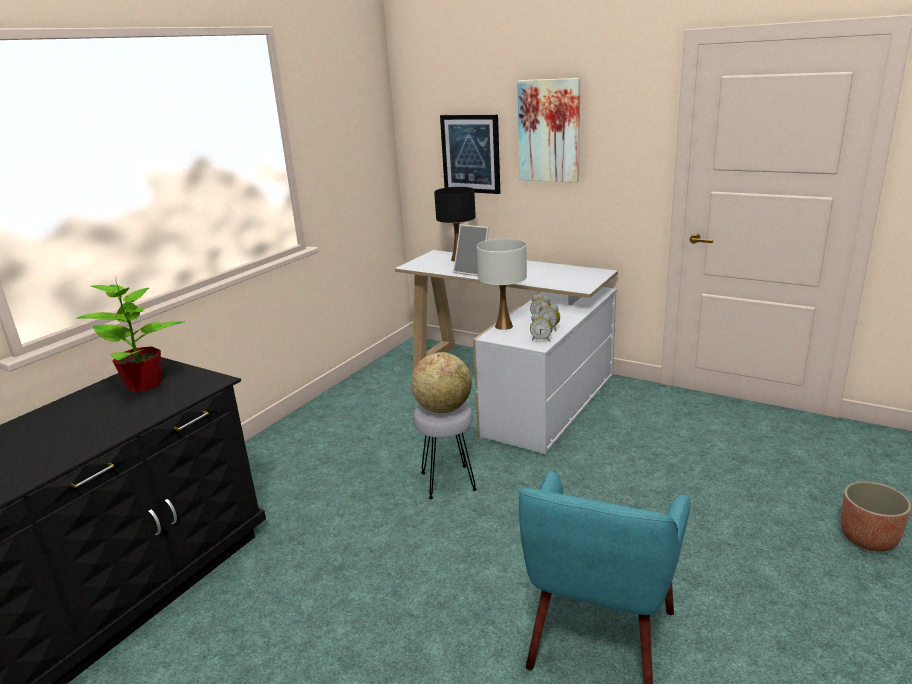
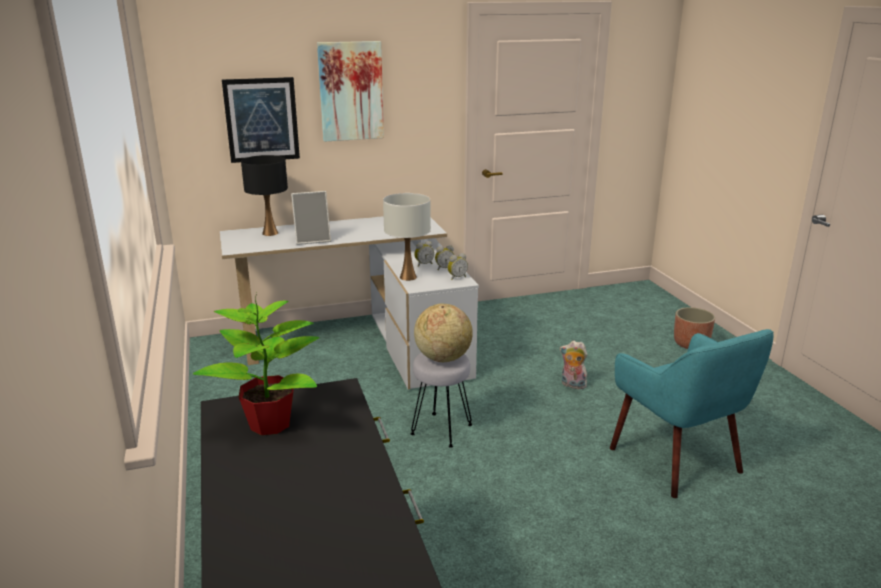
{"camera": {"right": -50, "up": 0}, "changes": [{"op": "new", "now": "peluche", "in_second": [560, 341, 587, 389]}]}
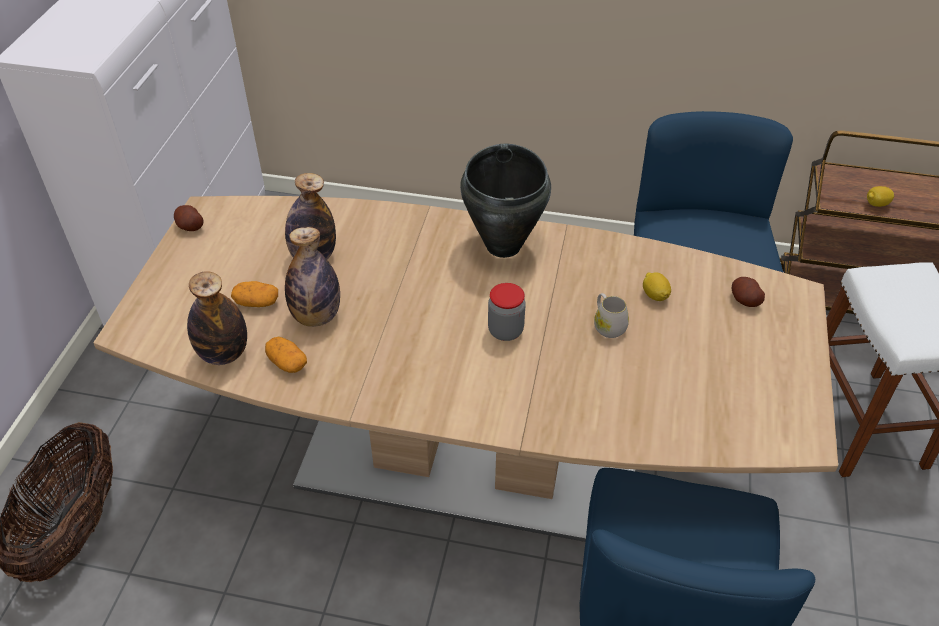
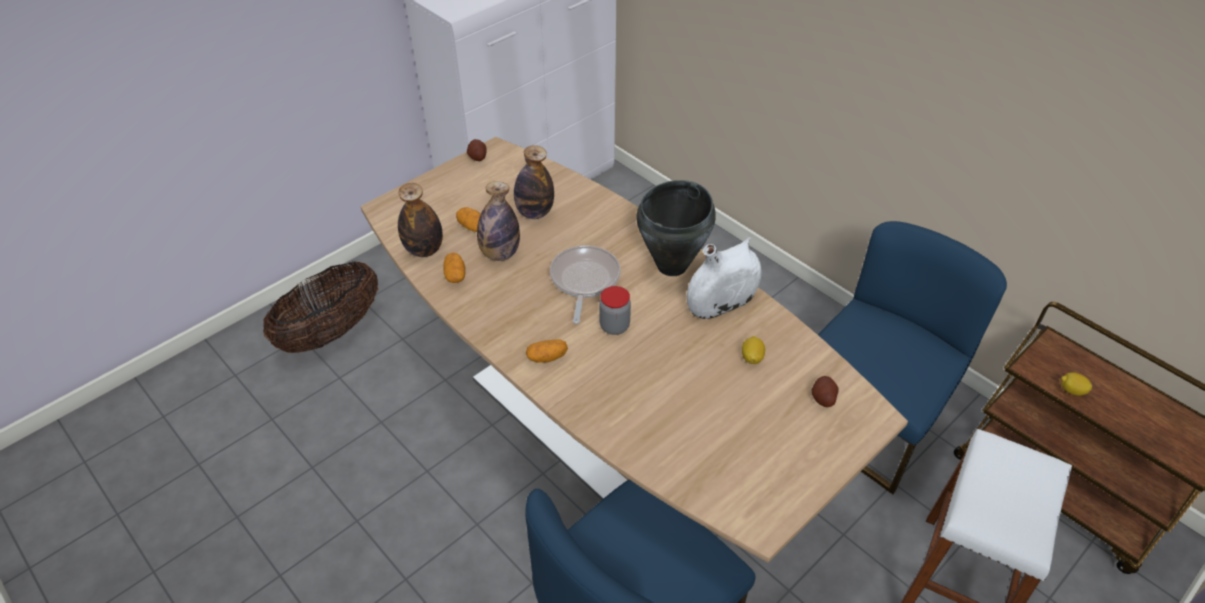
{"camera": {"right": 35, "up": 0}, "changes": [{"op": "gone", "was": "taza grande [blanco]", "in_first": [594, 293, 629, 338]}, {"op": "new", "now": "patata", "in_second": [526, 339, 568, 363]}, {"op": "new", "now": "sartén", "in_second": [550, 245, 620, 324]}, {"op": "new", "now": "florero [blanco]", "in_second": [687, 237, 761, 319]}]}
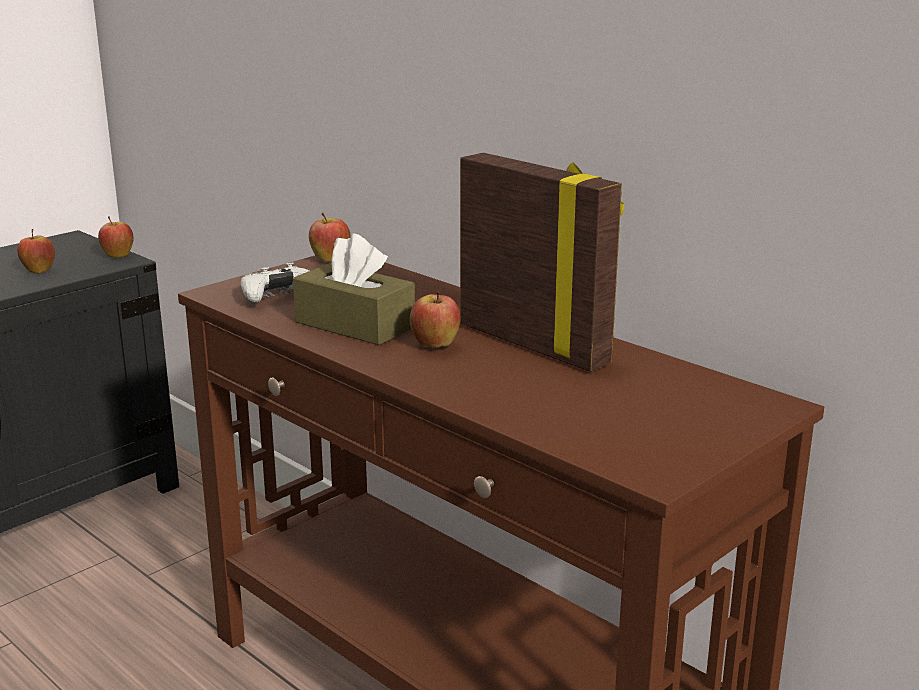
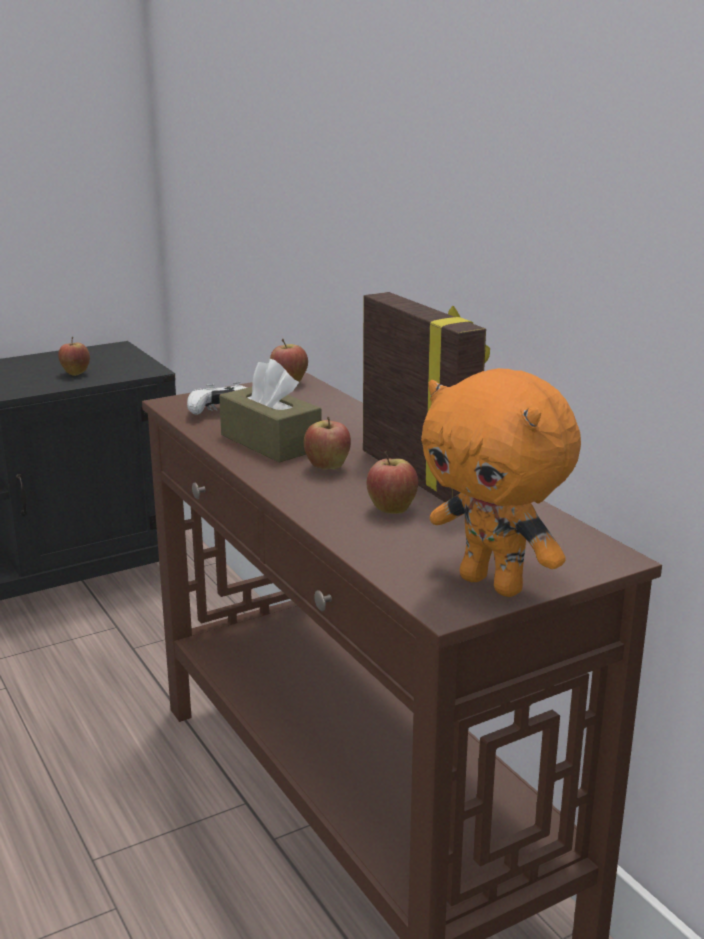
{"camera": {"right": 15, "up": 0}, "changes": [{"op": "new", "now": "peluche [naranja]", "in_second": [421, 368, 581, 597]}, {"op": "shifted", "was": "manzana", "in_first": [98, 216, 134, 258], "in_second": [367, 451, 418, 514]}]}
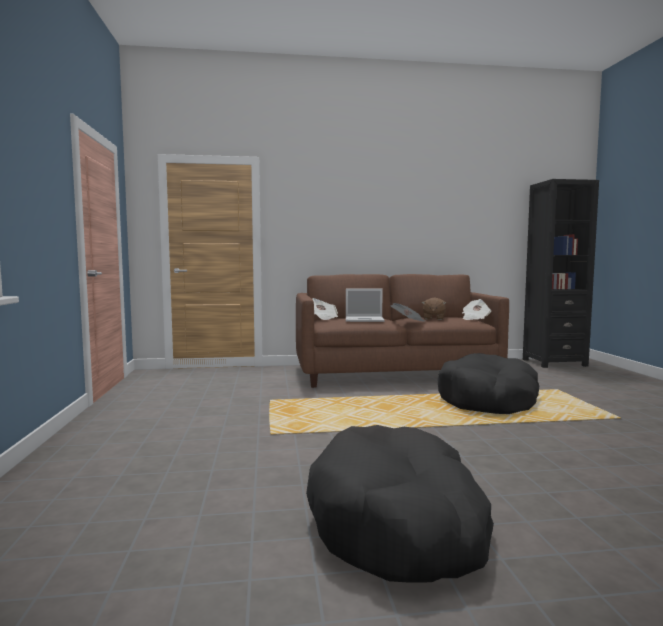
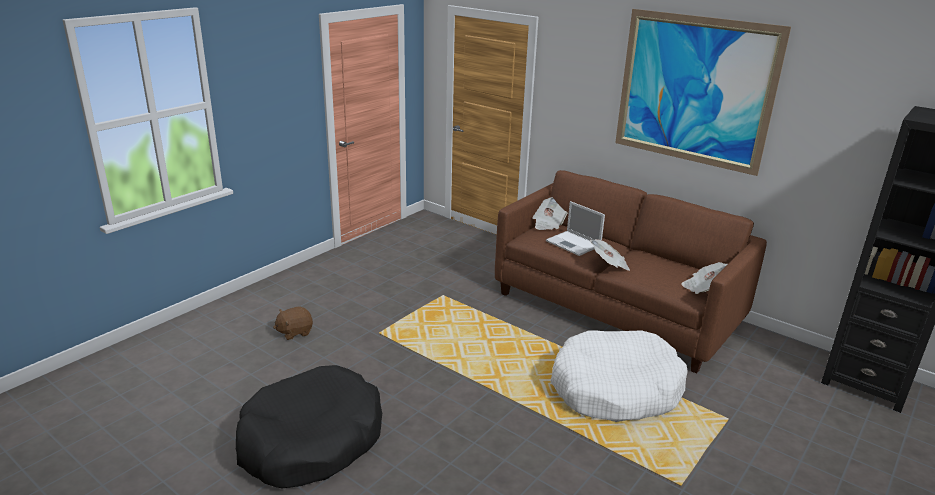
{"camera": {"right": 45, "up": 20}, "changes": [{"op": "new", "now": "cuadro", "in_second": [615, 9, 791, 176]}, {"op": "shifted", "was": "peluche [marrón]", "in_first": [422, 298, 446, 320], "in_second": [273, 306, 313, 340]}, {"op": "repainted", "was": "cama para perro [negro]", "now": "cama para perro [blanco]", "in_first": [437, 353, 539, 414], "in_second": [550, 330, 688, 422]}]}
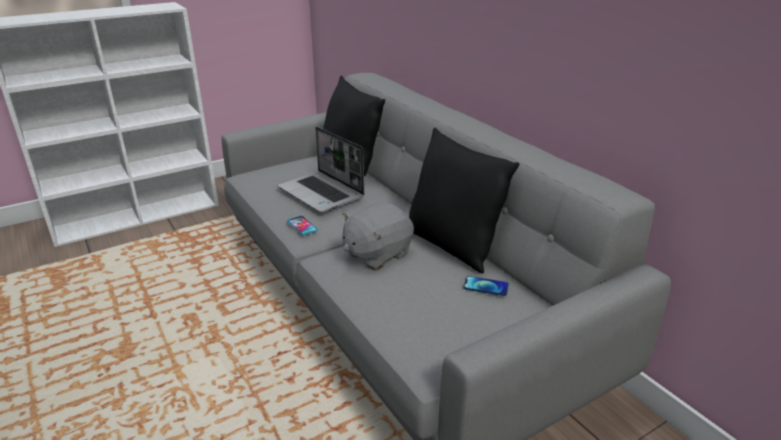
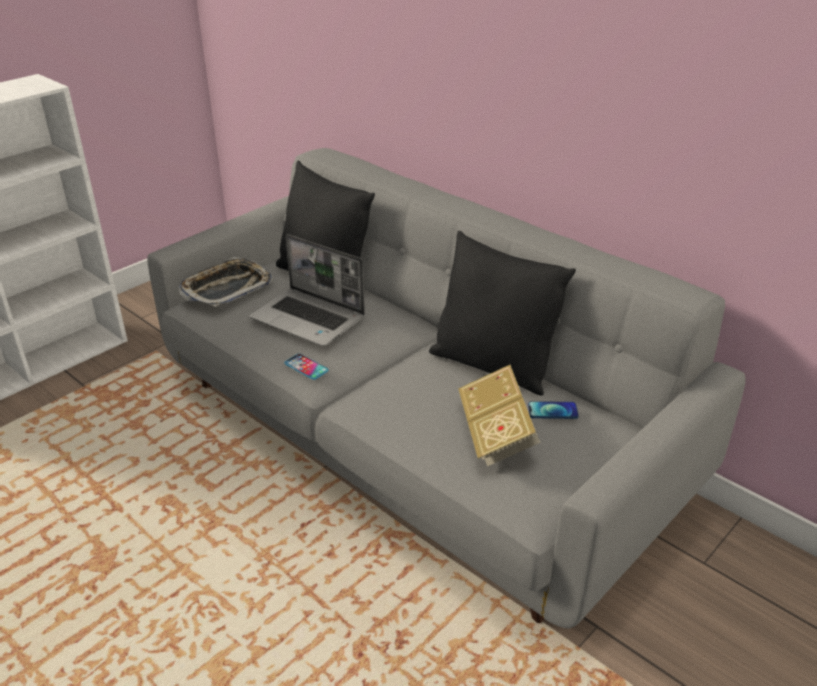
{"camera": {"right": -15, "up": 5}, "changes": [{"op": "gone", "was": "peluche [gris]", "in_first": [342, 202, 414, 270]}, {"op": "new", "now": "bandeja", "in_second": [179, 257, 273, 307]}, {"op": "new", "now": "libro", "in_second": [459, 365, 541, 466]}]}
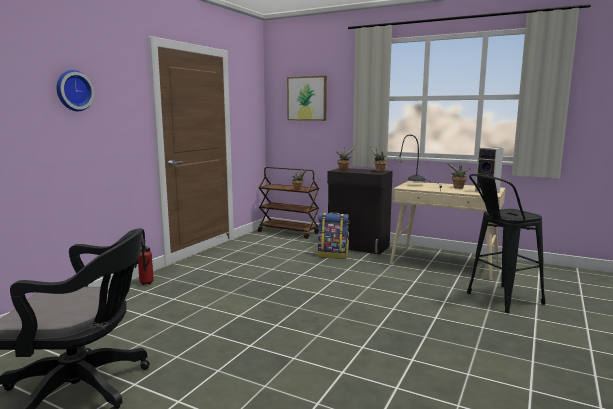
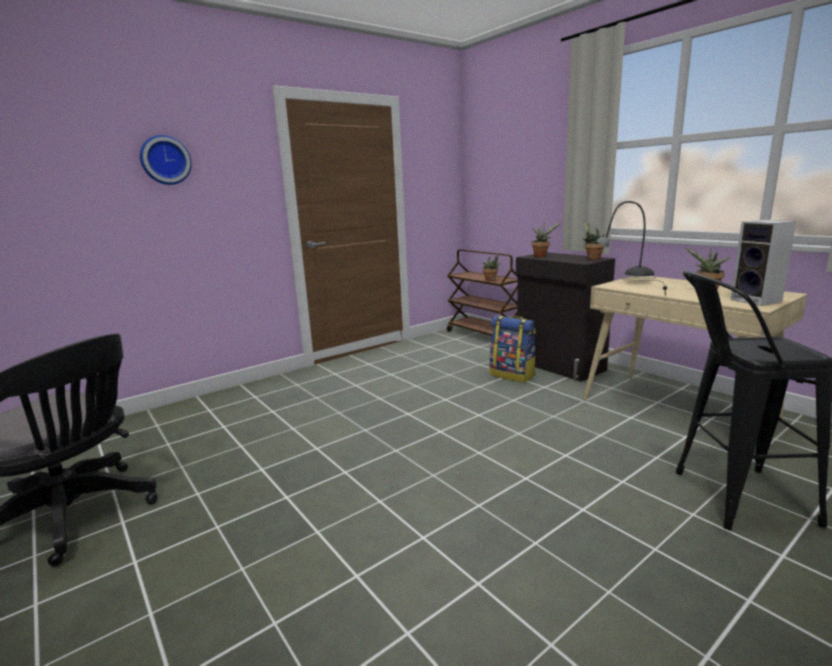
{"camera": {"right": 25, "up": 5}, "changes": [{"op": "gone", "was": "extintor", "in_first": [135, 229, 154, 285]}, {"op": "gone", "was": "cuadro", "in_first": [287, 76, 327, 121]}]}
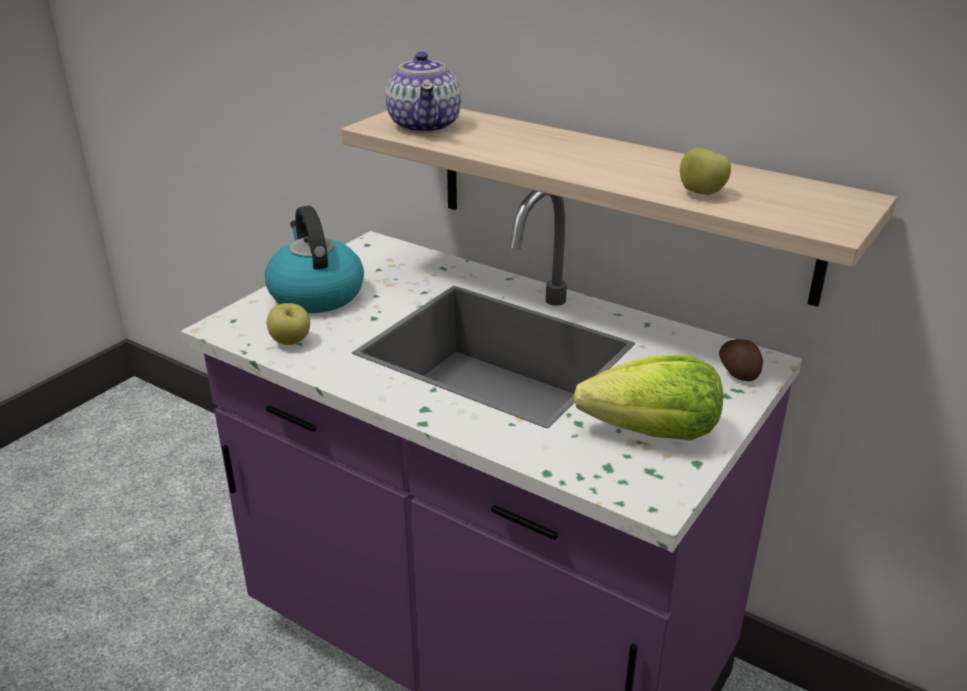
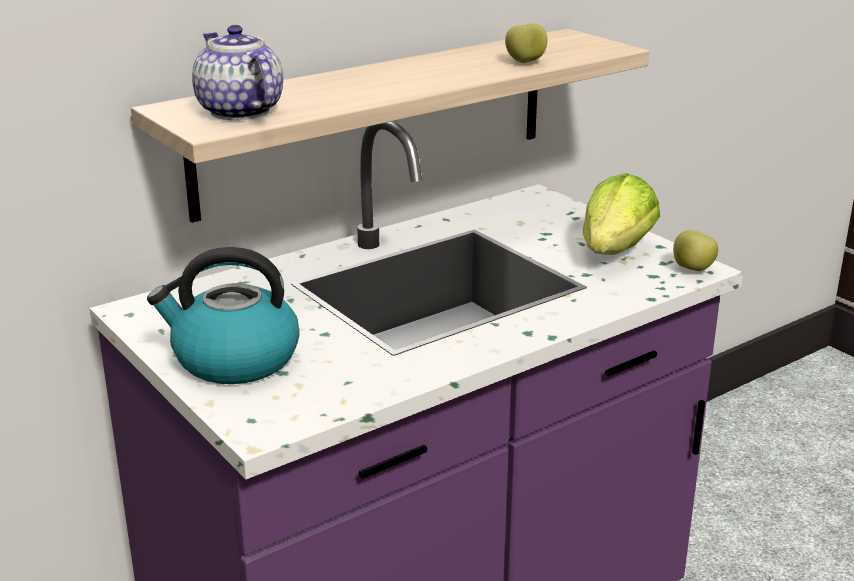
{"camera": {"right": -70, "up": -5}, "changes": [{"op": "gone", "was": "patata", "in_first": [719, 339, 763, 381]}, {"op": "shifted", "was": "manzana", "in_first": [267, 303, 310, 345], "in_second": [673, 230, 718, 271]}, {"op": "rotated", "was": "tetera", "in_first": [386, 52, 461, 134], "in_second": [192, 25, 283, 120], "clockwise": -135}]}
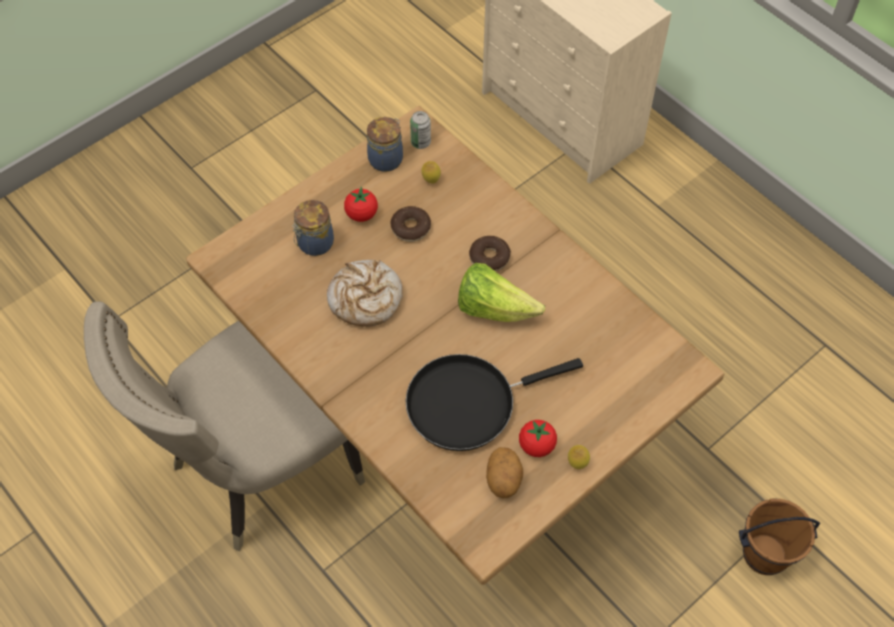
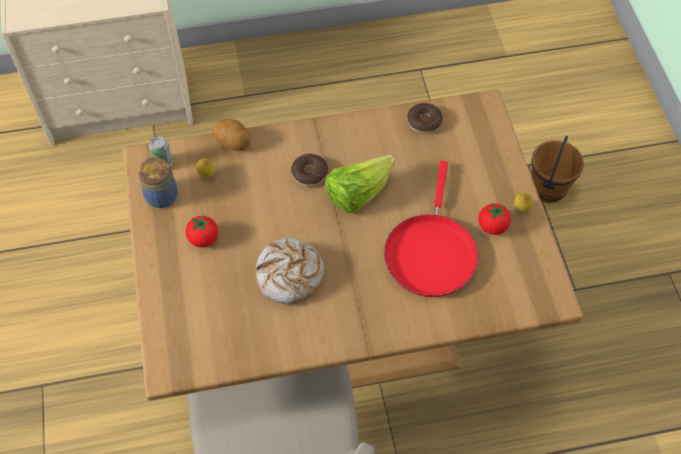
{"camera": {"right": -60, "up": 0}, "changes": [{"op": "gone", "was": "tarro", "in_first": [292, 200, 334, 256]}, {"op": "shifted", "was": "rosquilla", "in_first": [390, 206, 431, 242], "in_second": [407, 103, 443, 134]}, {"op": "shifted", "was": "patata", "in_first": [486, 447, 523, 498], "in_second": [213, 119, 251, 151]}, {"op": "repainted", "was": "sartén [negro]", "now": "sartén [rojo]", "in_first": [406, 354, 583, 451], "in_second": [384, 161, 478, 297]}]}
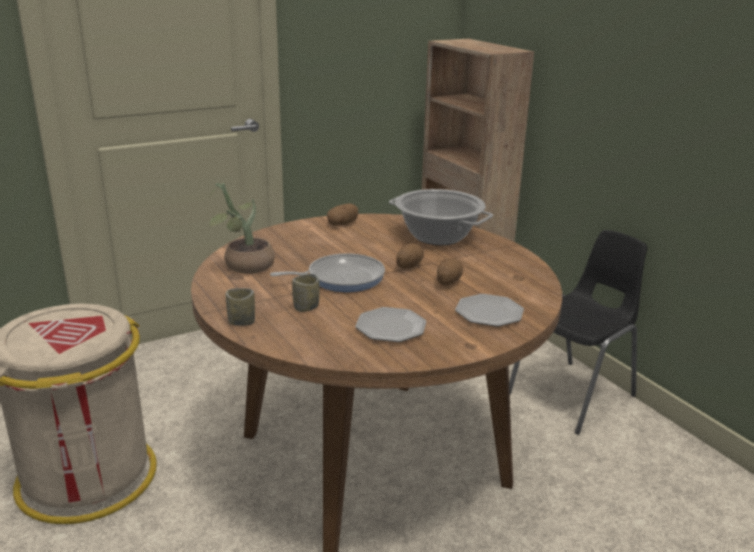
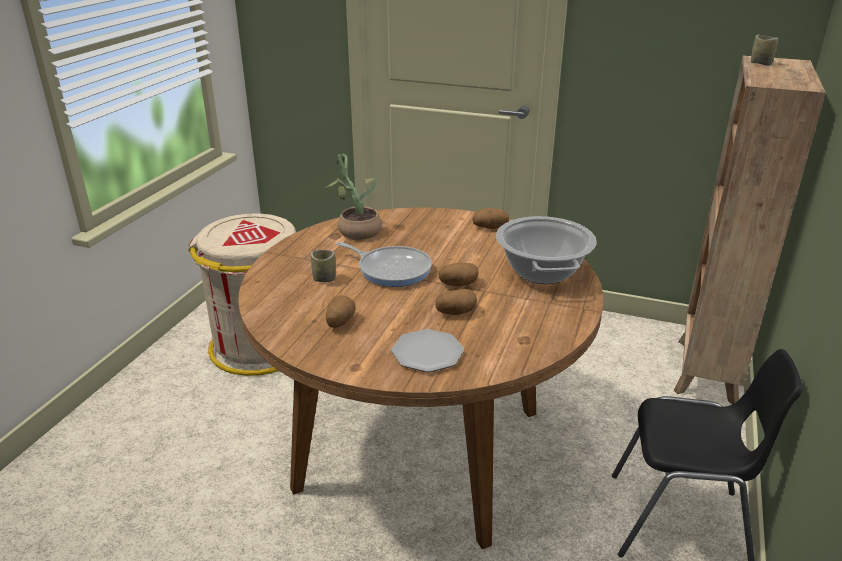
{"camera": {"right": 50, "up": 5}, "changes": [{"op": "shifted", "was": "taza", "in_first": [225, 288, 255, 326], "in_second": [751, 35, 779, 66]}, {"op": "swapped", "was": "plato", "now": "patata", "in_first": [355, 307, 426, 342], "in_second": [326, 295, 355, 328]}]}
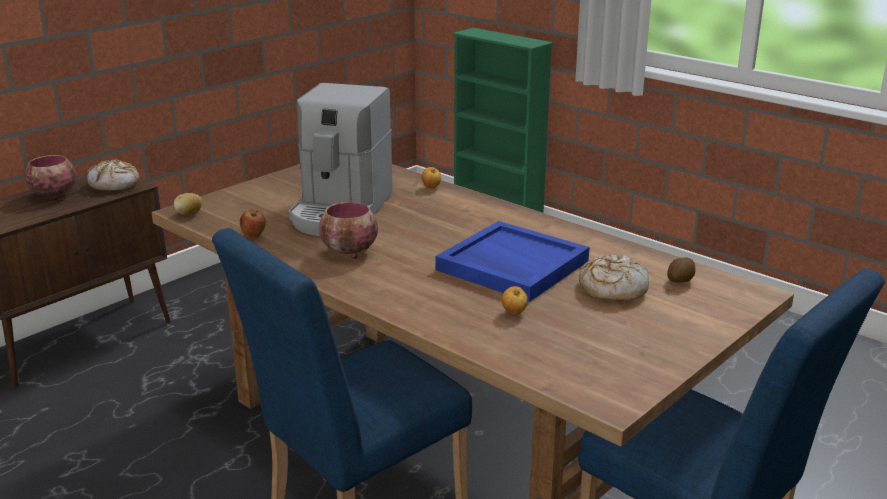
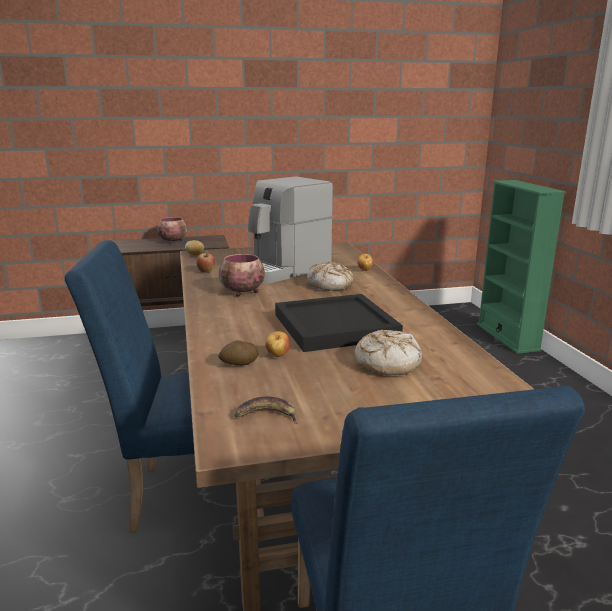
{"camera": {"right": 35, "up": -5}, "changes": [{"op": "new", "now": "plátano", "in_second": [234, 397, 297, 423]}, {"op": "shifted", "was": "pan", "in_first": [87, 159, 139, 191], "in_second": [307, 262, 354, 291]}, {"op": "shifted", "was": "patata", "in_first": [667, 258, 696, 283], "in_second": [218, 340, 258, 366]}, {"op": "repainted", "was": "bandeja [azul]", "now": "bandeja [negro]", "in_first": [435, 221, 589, 302], "in_second": [275, 294, 403, 352]}]}
